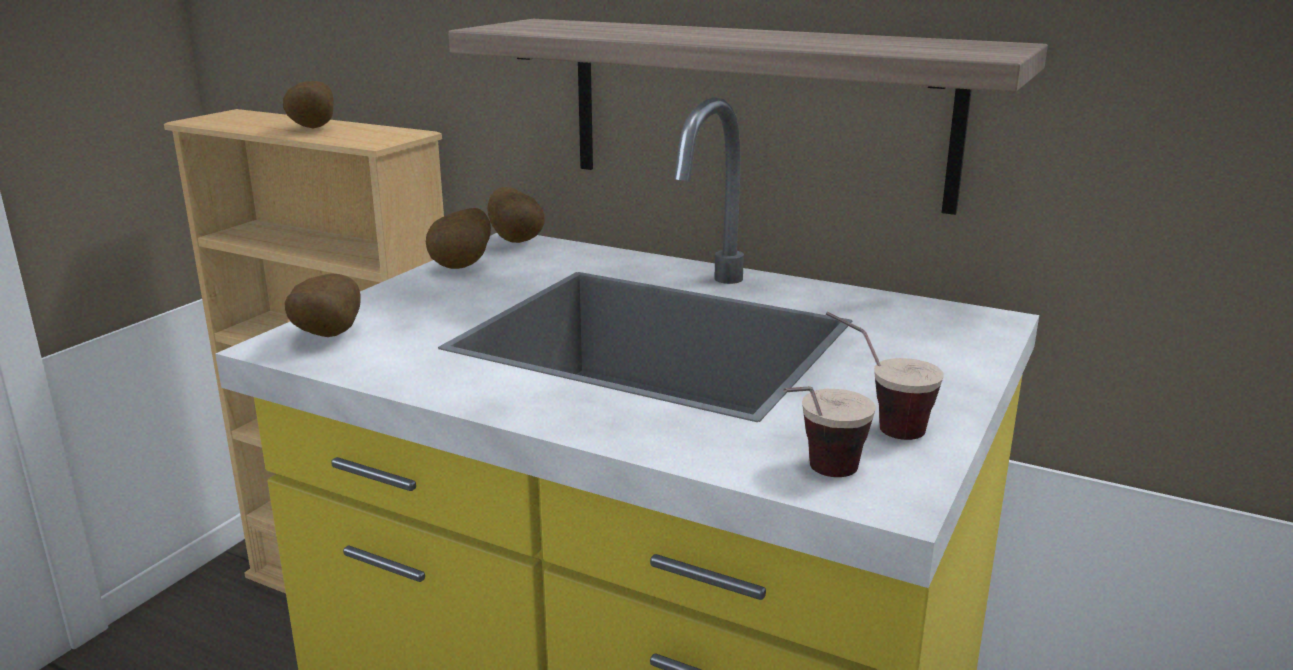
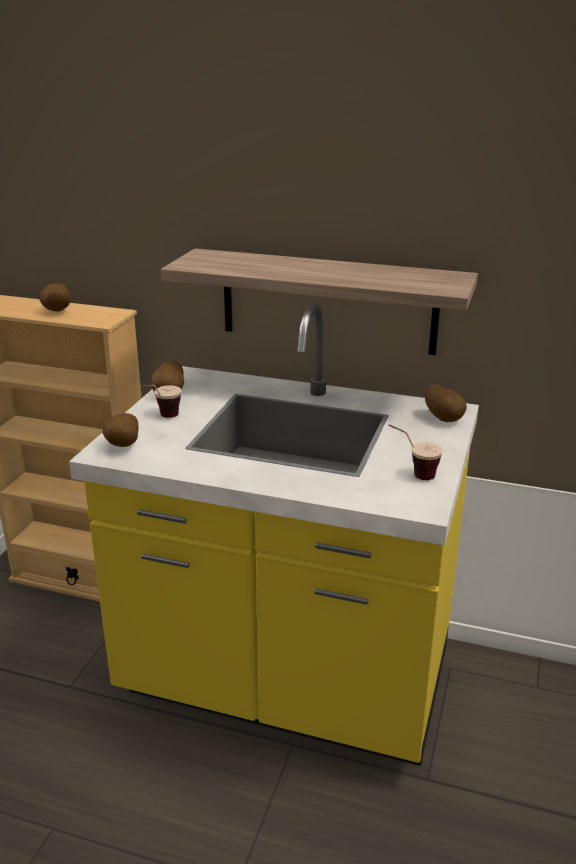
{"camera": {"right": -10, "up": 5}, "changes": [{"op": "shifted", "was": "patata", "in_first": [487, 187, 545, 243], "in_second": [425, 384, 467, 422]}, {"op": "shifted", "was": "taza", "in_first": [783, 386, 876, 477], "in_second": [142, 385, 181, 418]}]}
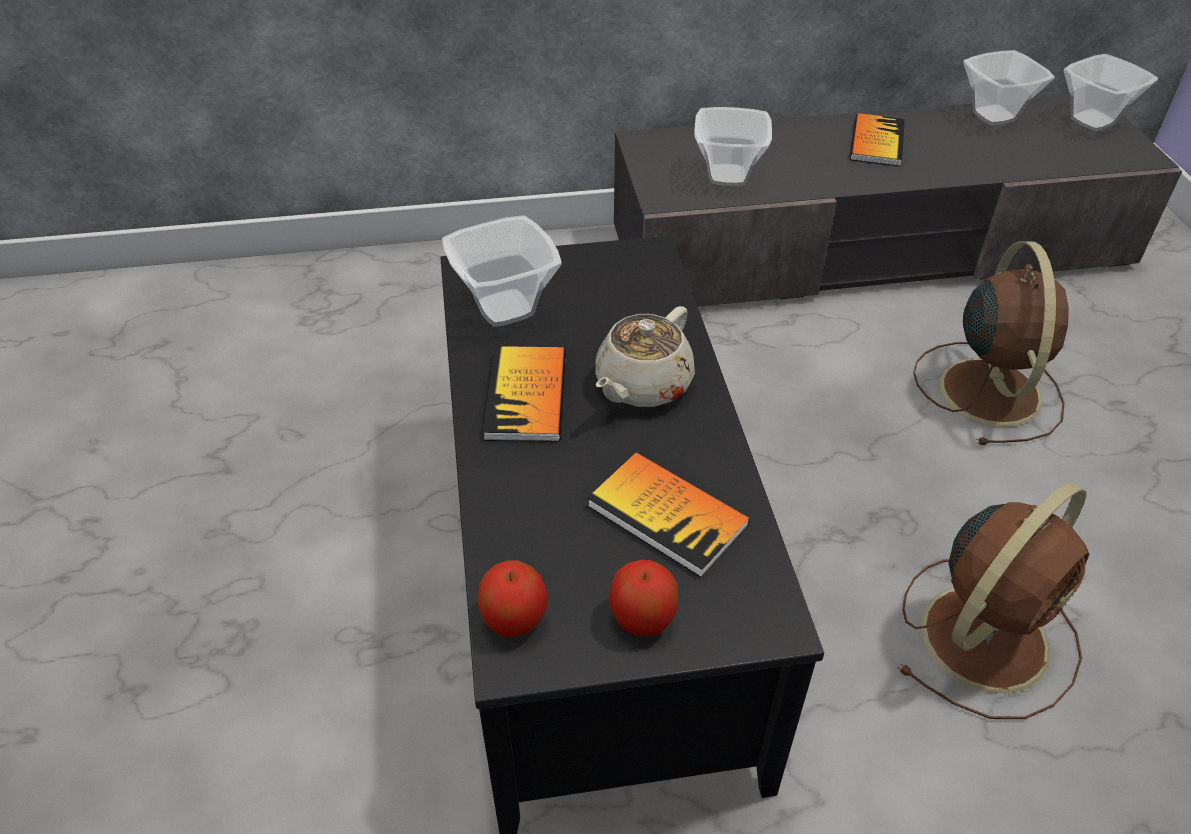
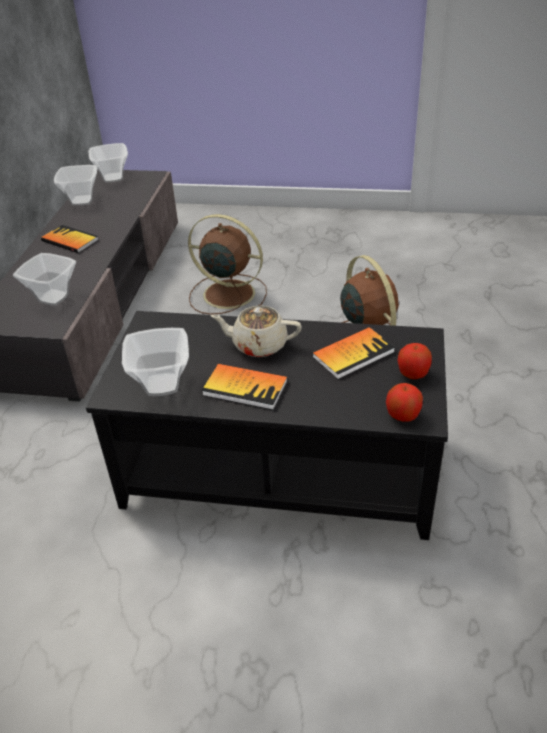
{"camera": {"right": -70, "up": -5}, "changes": [{"op": "rotated", "was": "tetera [beis]", "in_first": [595, 306, 695, 407], "in_second": [210, 305, 302, 357], "clockwise": 135}]}
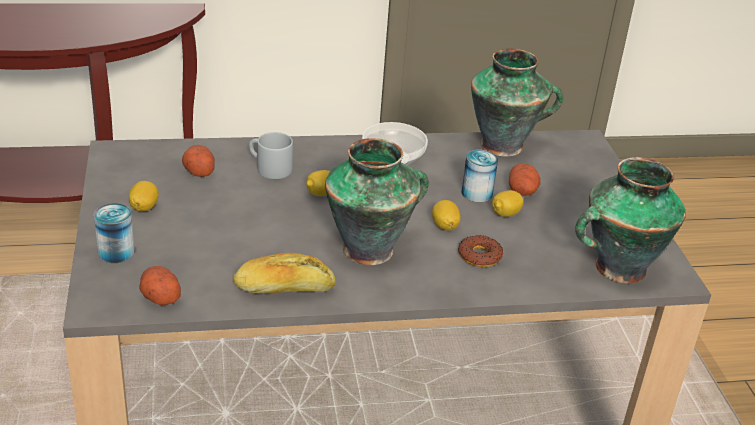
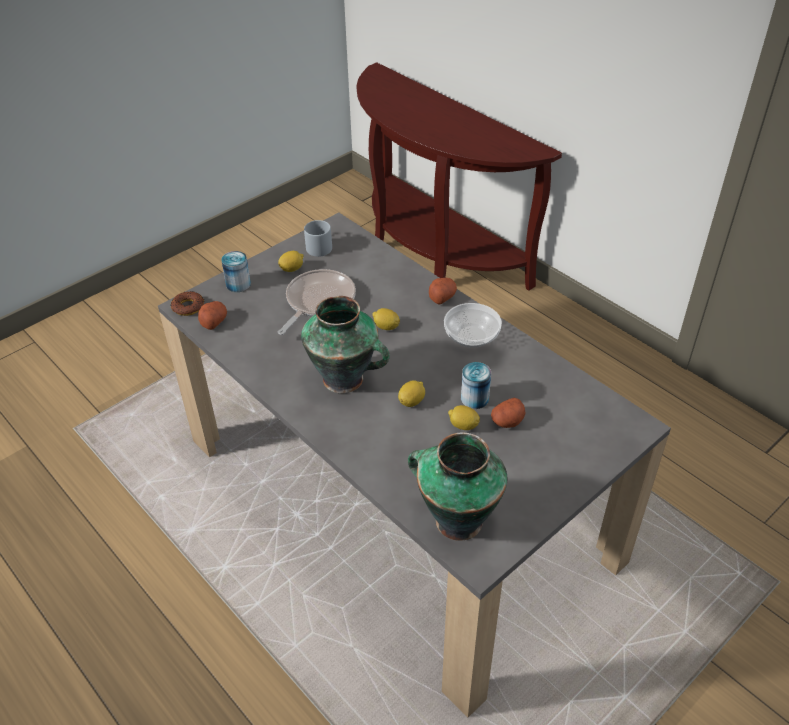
{"camera": {"right": 60, "up": 10}, "changes": [{"op": "gone", "was": "pan", "in_first": [233, 253, 335, 294]}, {"op": "gone", "was": "florero", "in_first": [471, 48, 563, 157]}, {"op": "new", "now": "sartén", "in_second": [278, 269, 356, 335]}, {"op": "shifted", "was": "patata", "in_first": [182, 145, 215, 177], "in_second": [429, 278, 457, 305]}, {"op": "shifted", "was": "taza grande [gris]", "in_first": [249, 132, 293, 179], "in_second": [304, 220, 332, 257]}, {"op": "shifted", "was": "rosquilla", "in_first": [458, 235, 503, 267], "in_second": [171, 291, 204, 316]}]}
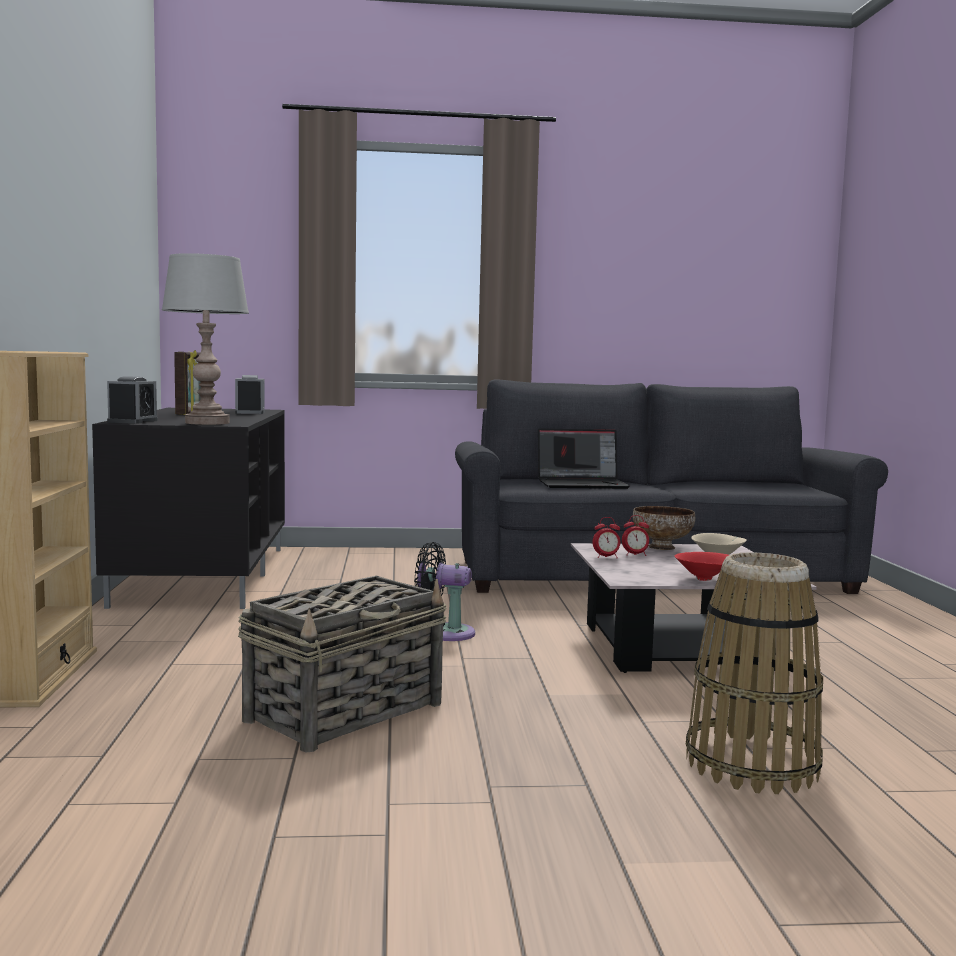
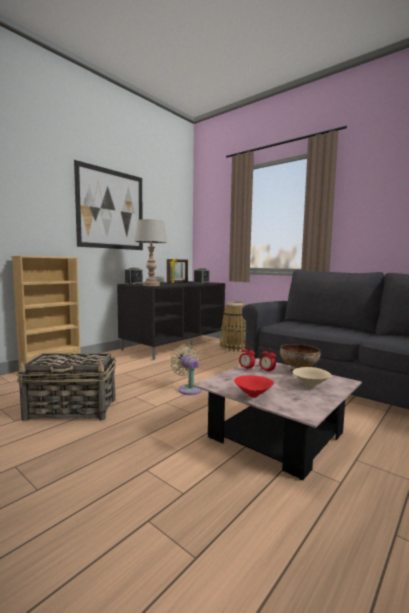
{"camera": {"right": 45, "up": 0}, "changes": [{"op": "gone", "was": "portátil", "in_first": [538, 428, 630, 489]}, {"op": "new", "now": "cuadro", "in_second": [74, 160, 143, 250]}, {"op": "shifted", "was": "cesta", "in_first": [686, 552, 823, 794], "in_second": [220, 301, 246, 352]}, {"op": "repainted", "was": "ventilador [negro]", "now": "ventilador [beis]", "in_first": [414, 542, 475, 641], "in_second": [170, 344, 202, 395]}]}
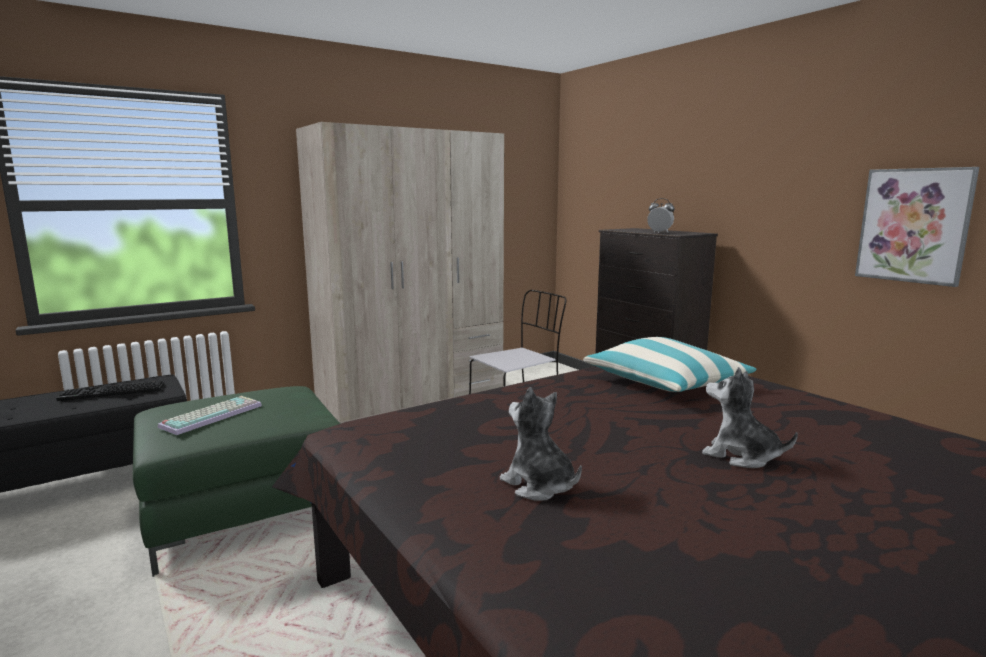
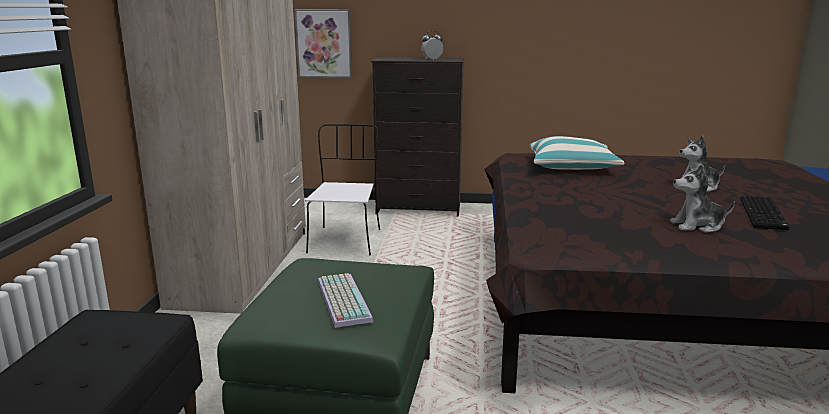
{"camera": {"right": -50, "up": 5}, "changes": [{"op": "shifted", "was": "teclado", "in_first": [56, 381, 164, 402], "in_second": [740, 196, 790, 230]}, {"op": "shifted", "was": "cuadro", "in_first": [855, 167, 979, 287], "in_second": [295, 9, 352, 78]}]}
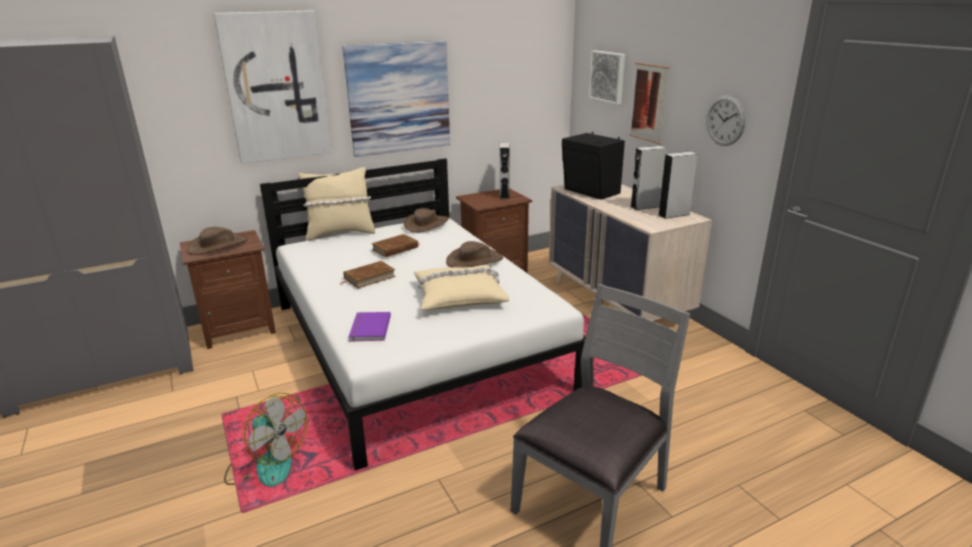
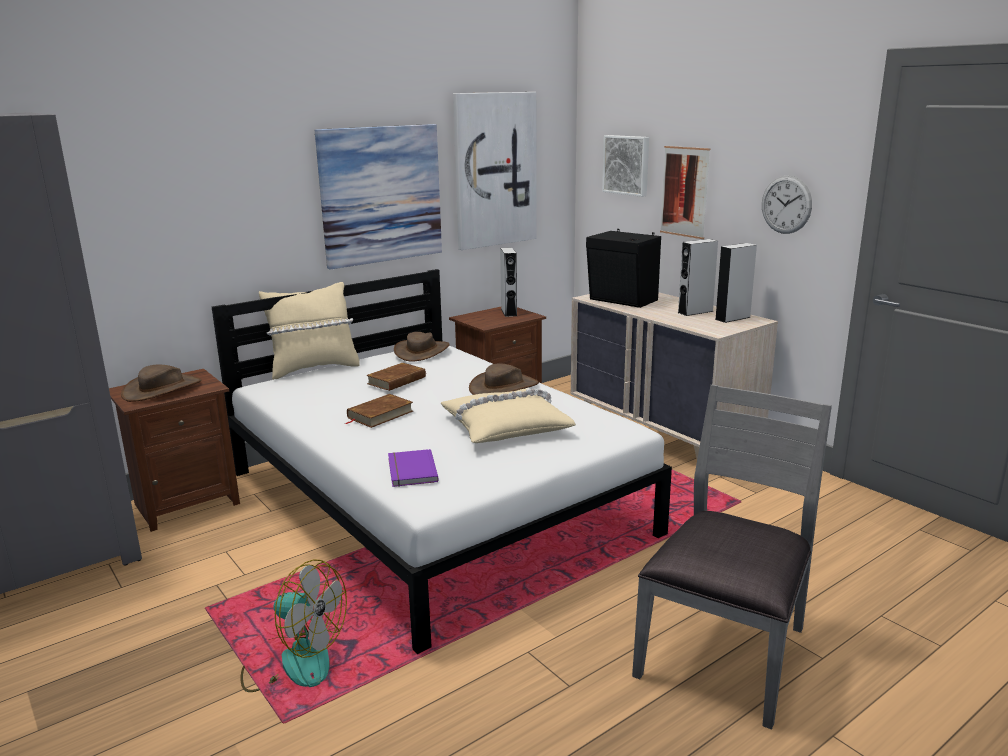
{"camera": {"right": -10, "up": -5}, "changes": [{"op": "shifted", "was": "cuadro", "in_first": [213, 10, 331, 164], "in_second": [453, 92, 537, 250]}]}
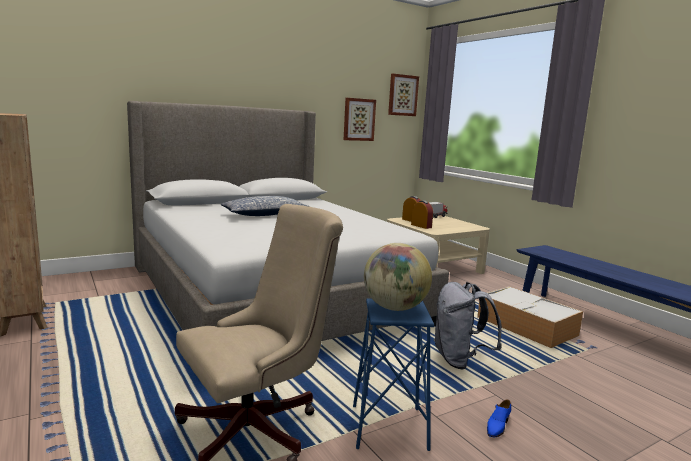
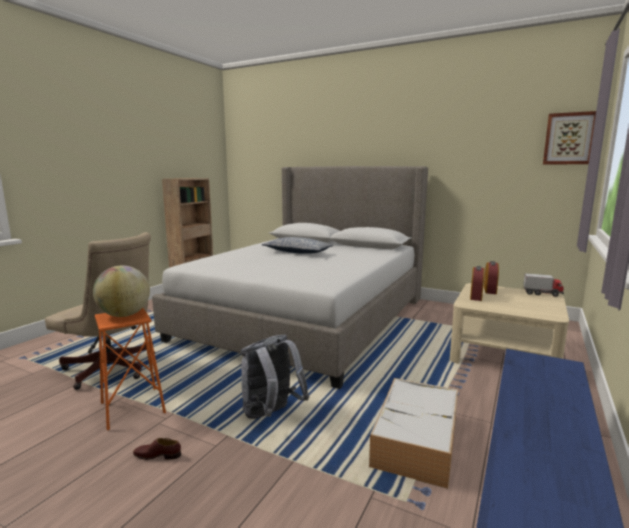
{"camera": {"right": 60, "up": 0}, "changes": [{"op": "gone", "was": "cuadro", "in_first": [344, 98, 376, 141]}, {"op": "repainted", "was": "taburete [azul]", "now": "taburete [naranja]", "in_first": [353, 298, 434, 451], "in_second": [95, 308, 166, 430]}, {"op": "repainted", "was": "zapato [azul]", "now": "zapato [marrón]", "in_first": [487, 400, 511, 437], "in_second": [133, 438, 181, 460]}]}
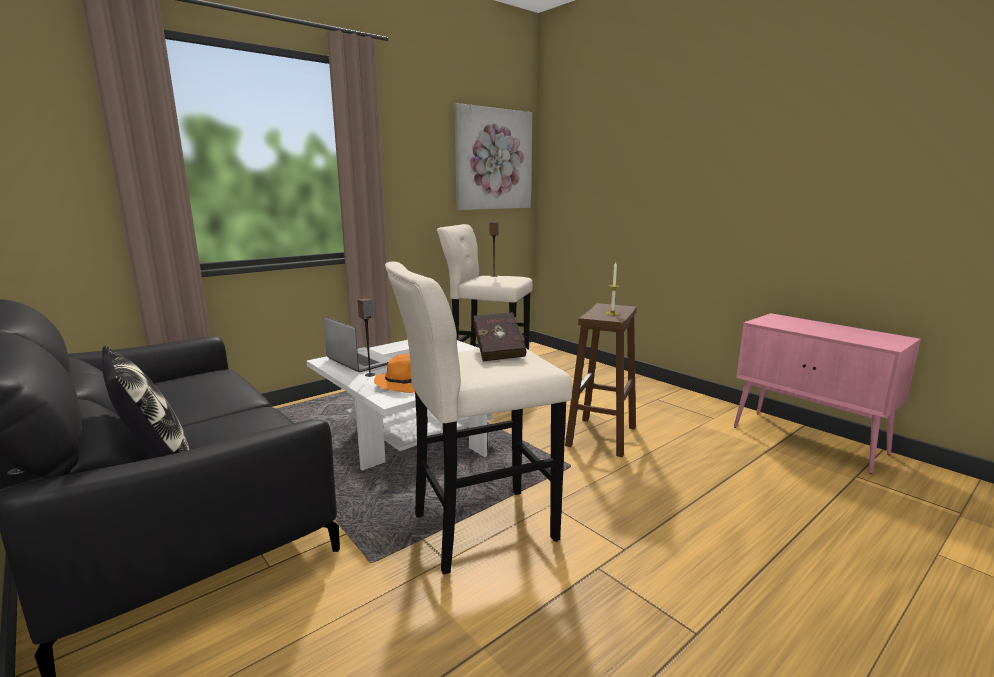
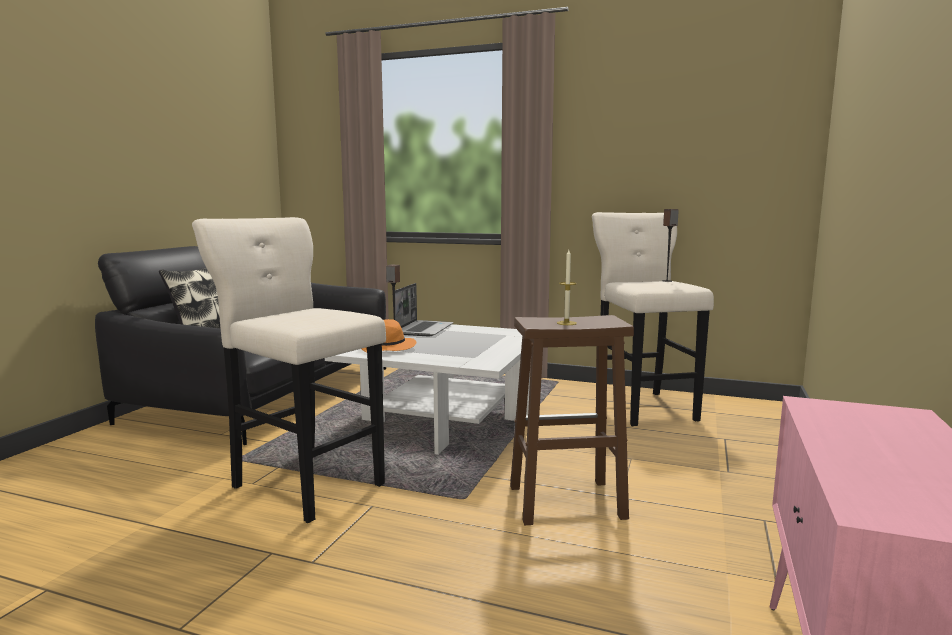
{"camera": {"right": 60, "up": -5}, "changes": [{"op": "gone", "was": "cuadro", "in_first": [454, 103, 532, 210]}, {"op": "gone", "was": "libro [rojo]", "in_first": [473, 312, 526, 362]}]}
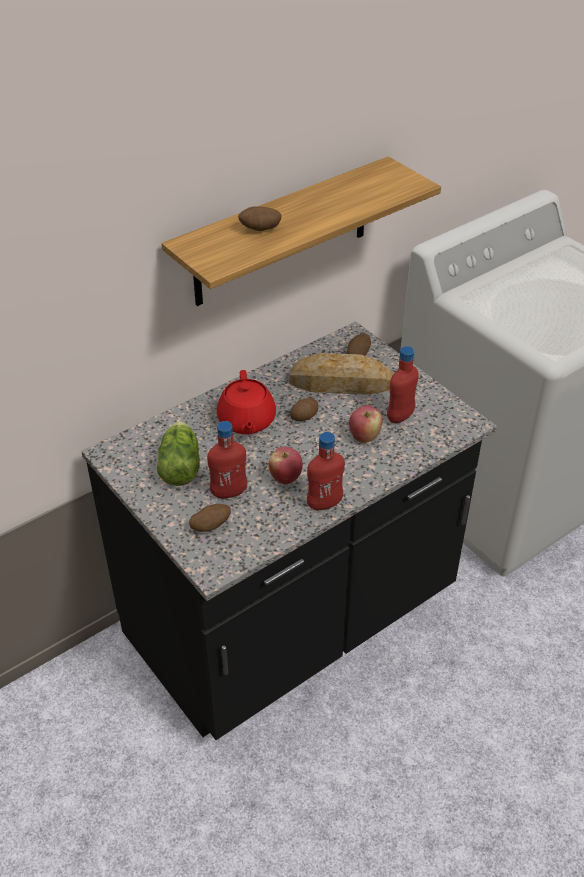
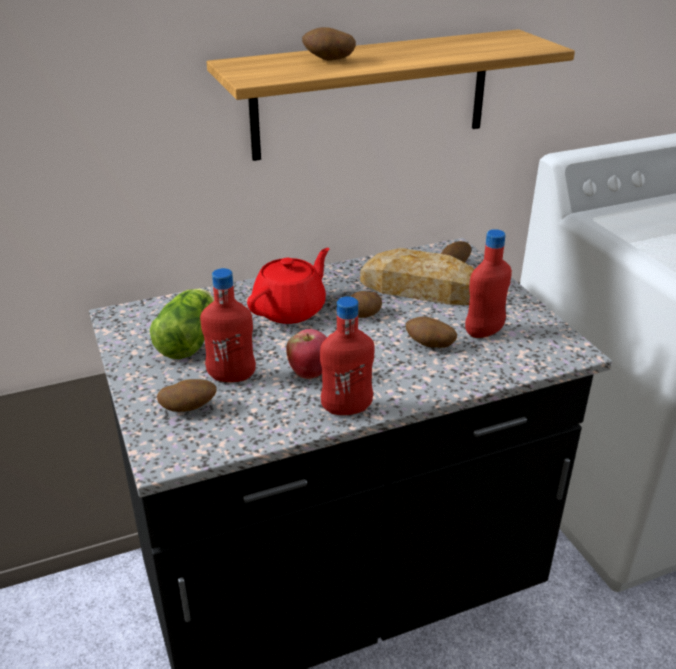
{"camera": {"right": 15, "up": -10}, "changes": [{"op": "swapped", "was": "manzana", "now": "patata", "in_first": [349, 406, 382, 443], "in_second": [406, 317, 457, 348]}, {"op": "rotated", "was": "tetera [rojo]", "in_first": [217, 370, 276, 435], "in_second": [247, 248, 329, 324], "clockwise": -150}]}
